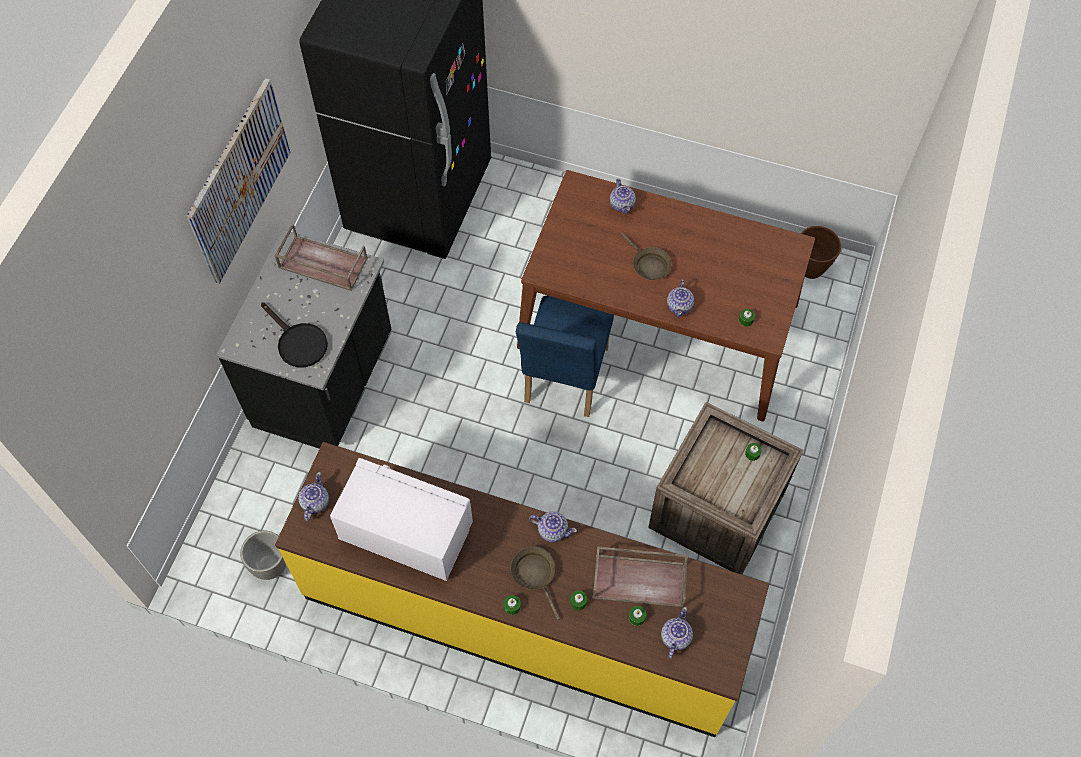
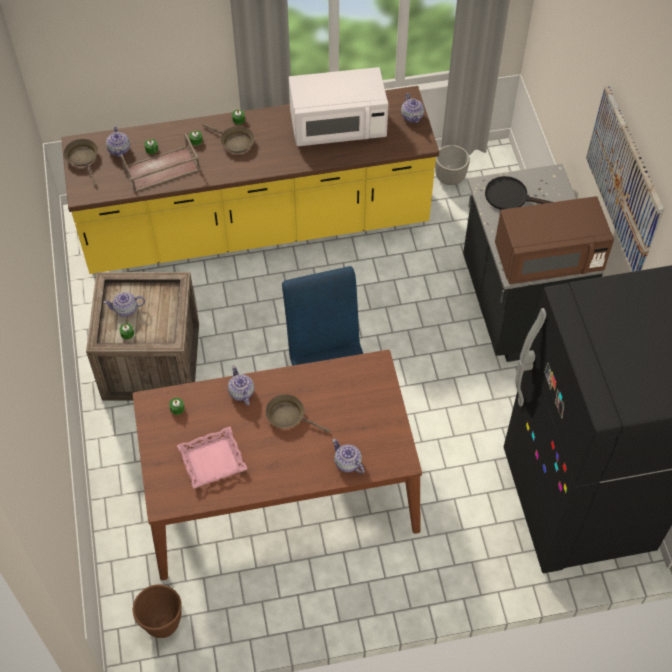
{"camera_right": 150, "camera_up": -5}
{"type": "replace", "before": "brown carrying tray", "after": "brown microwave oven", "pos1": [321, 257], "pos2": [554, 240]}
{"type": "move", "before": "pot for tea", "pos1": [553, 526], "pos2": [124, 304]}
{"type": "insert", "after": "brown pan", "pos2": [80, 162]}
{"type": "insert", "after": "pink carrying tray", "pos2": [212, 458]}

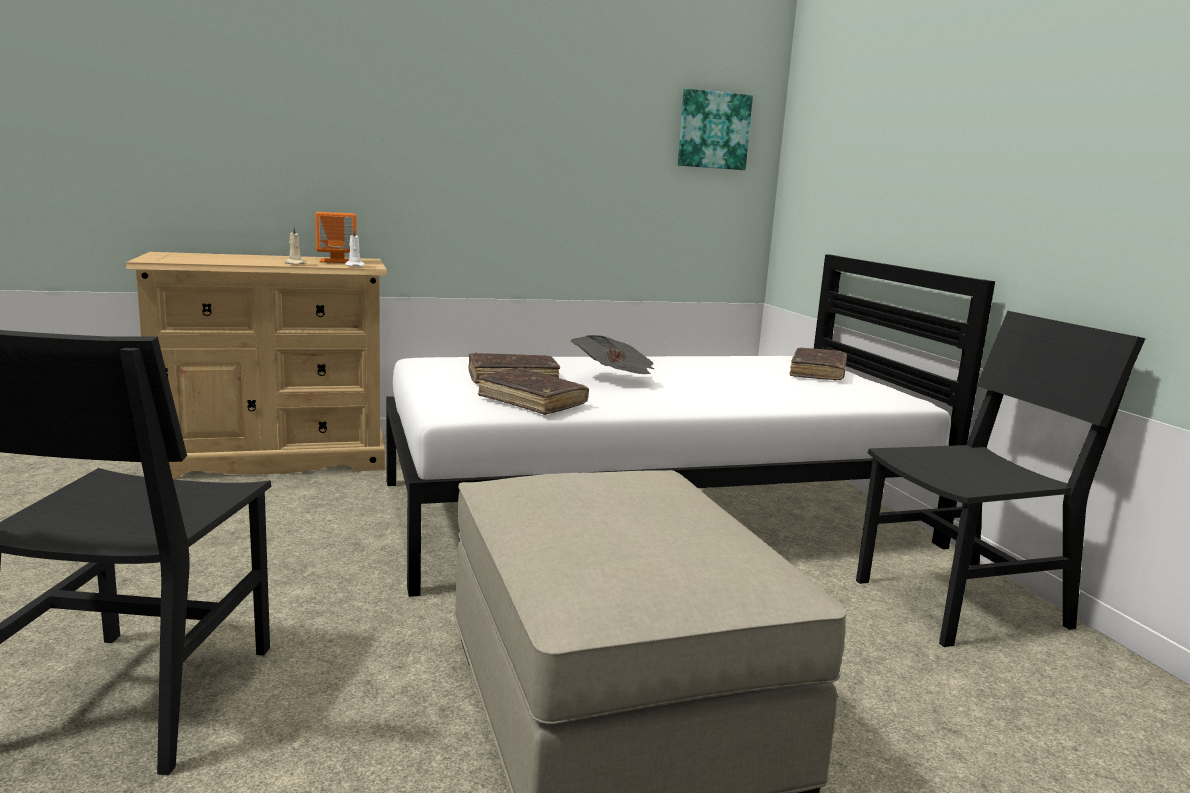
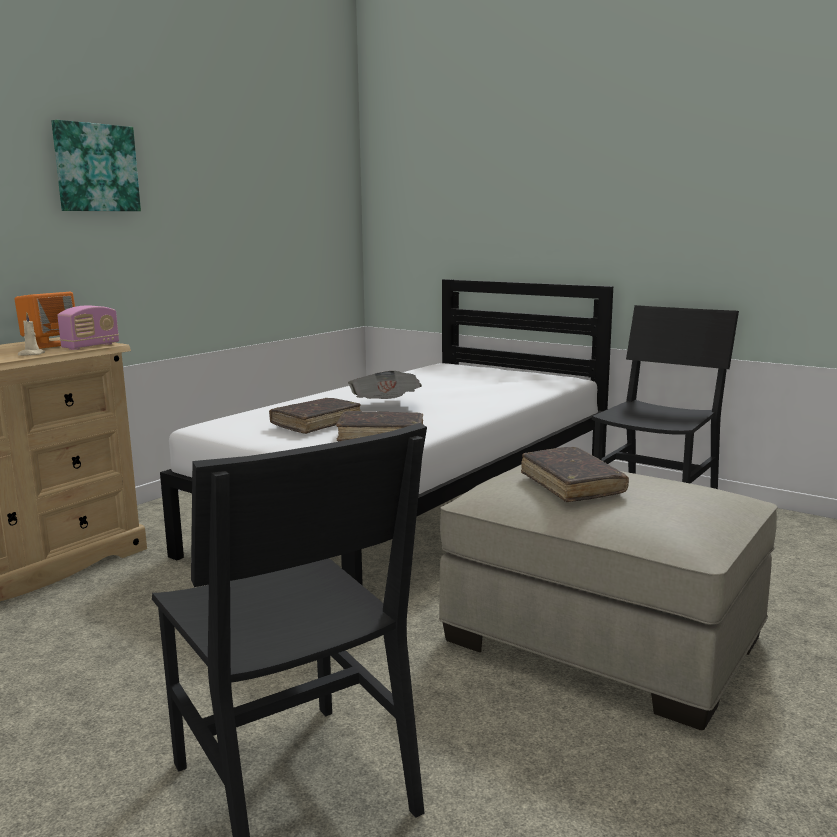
{"camera_right": -35, "camera_up": 0}
{"type": "replace", "before": "white-coloured candle", "after": "radio", "pos1": [355, 247], "pos2": [88, 327]}
{"type": "move", "before": "wall picture", "pos1": [715, 129], "pos2": [96, 165]}
{"type": "move", "before": "brown volume", "pos1": [818, 364], "pos2": [575, 474]}

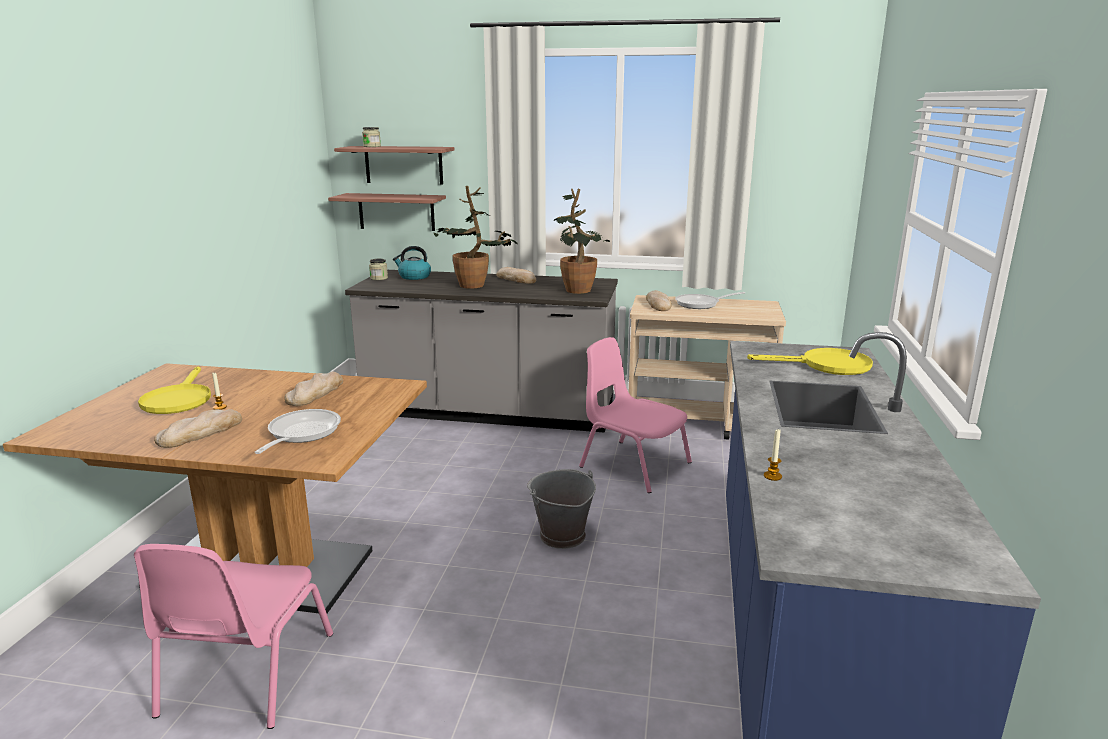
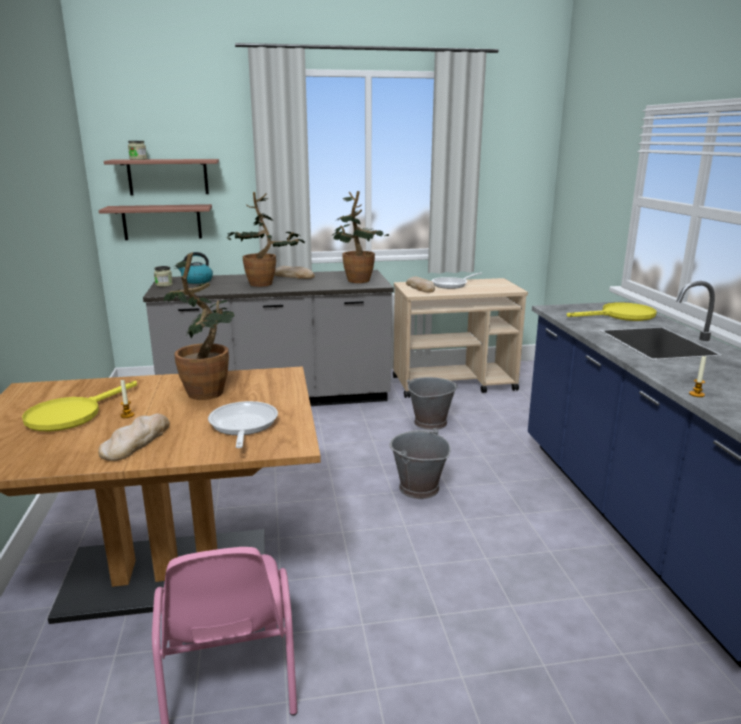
{"camera_right": -20, "camera_up": 0}
{"type": "rotate", "before": "yellow-coloured pan", "pos1": [174, 390], "pos2": [79, 406], "turn": 60}
{"type": "replace", "before": "bakery bread", "after": "plant in a pot", "pos1": [313, 389], "pos2": [199, 326]}
{"type": "replace", "before": "pink chair", "after": "gray bucket", "pos1": [635, 415], "pos2": [433, 403]}

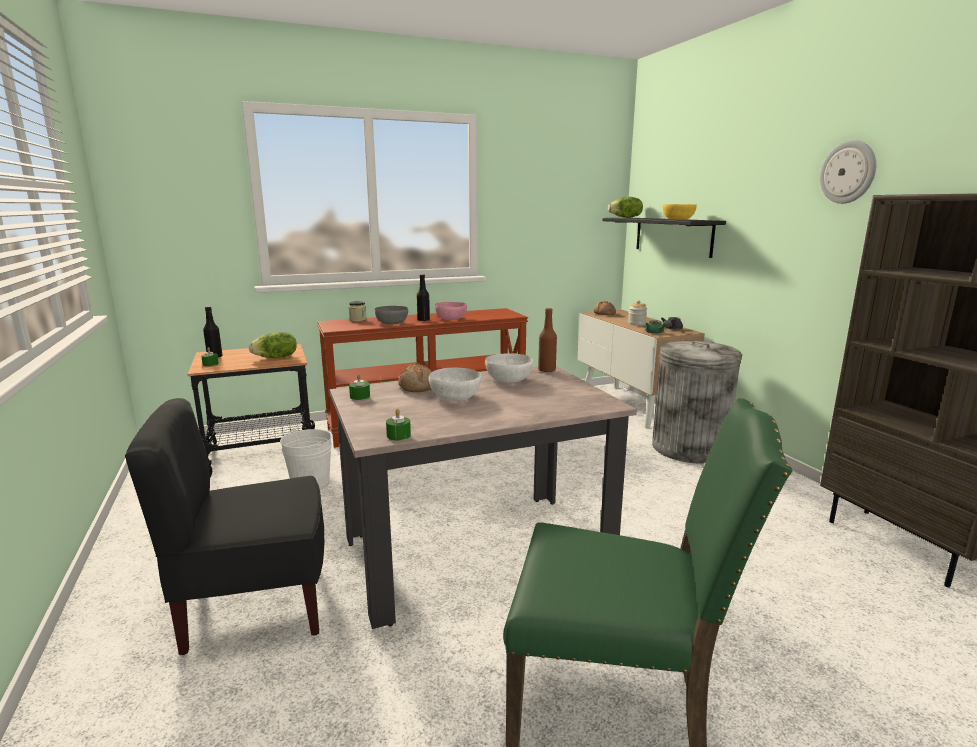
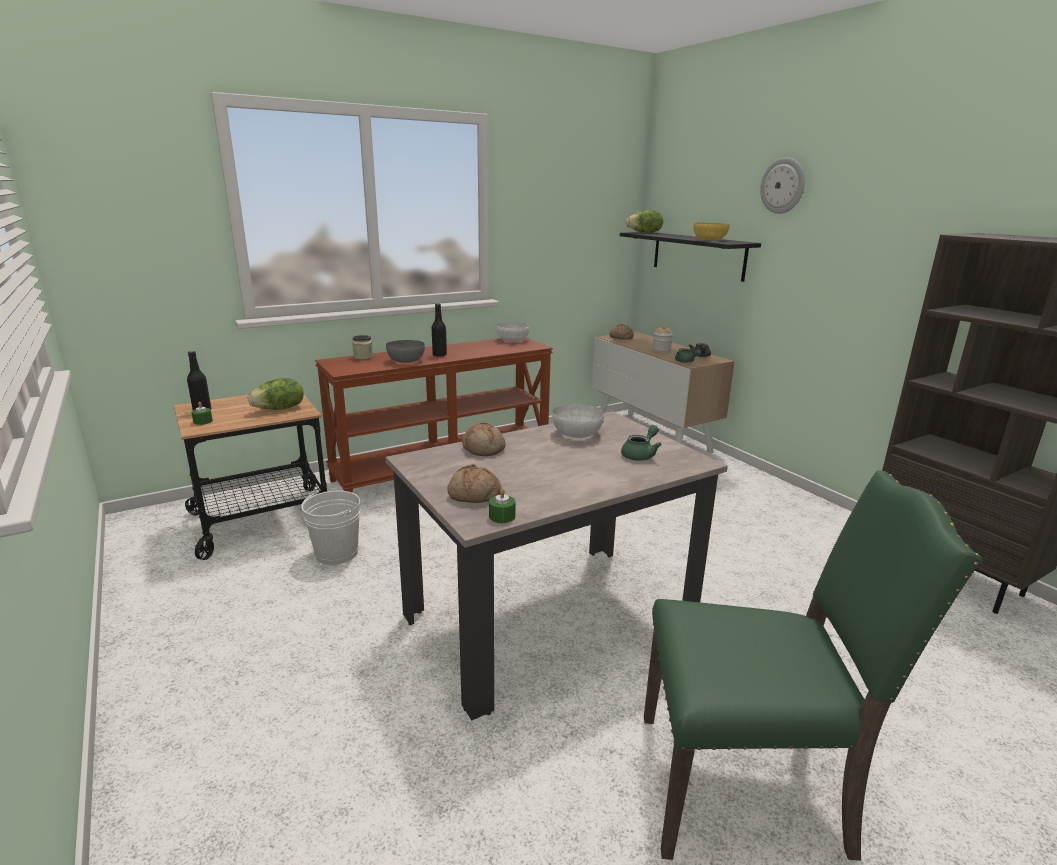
{"camera_right": -10, "camera_up": 5}
{"type": "delete", "before": "blackish chair", "pos1": [224, 526]}
{"type": "delete", "before": "greenish candle", "pos1": [359, 387]}
{"type": "move", "before": "white-coloured serving bowl", "pos1": [455, 384], "pos2": [513, 332]}
{"type": "delete", "before": "pink serving bowl", "pos1": [451, 311]}
{"type": "delete", "before": "brown beverage bottle", "pos1": [547, 340]}
{"type": "delete", "before": "gray waste bin", "pos1": [697, 402]}
{"type": "move", "before": "hanging clock", "pos1": [848, 172], "pos2": [782, 185]}
{"type": "insert", "after": "bakery bread", "pos2": [474, 483]}
{"type": "insert", "after": "greenish pot for tea", "pos2": [641, 443]}

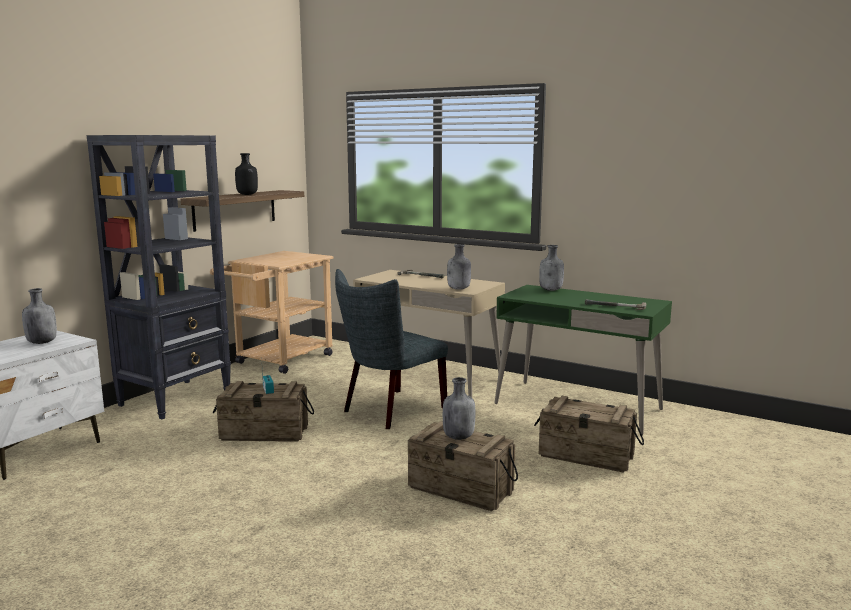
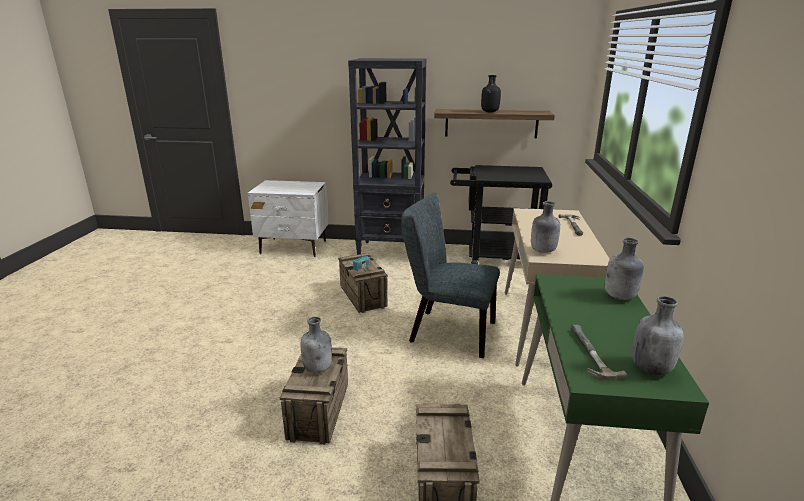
{"camera_right": 65, "camera_up": 10}
{"type": "move", "before": "gray beverage bottle", "pos1": [39, 316], "pos2": [658, 335]}
{"type": "recolor", "before": "beige wheeled cart", "after": "blackish wheeled cart", "pos1": [271, 312], "pos2": [501, 214]}

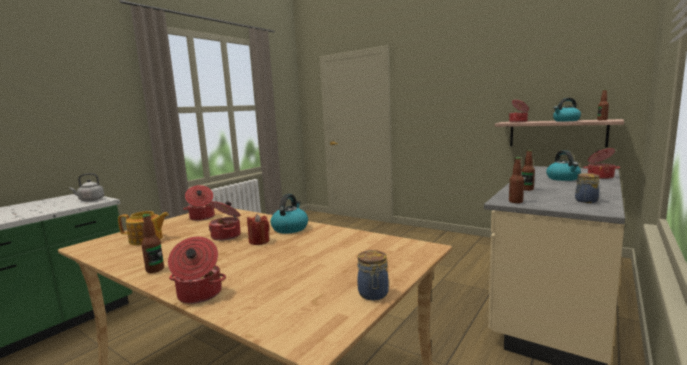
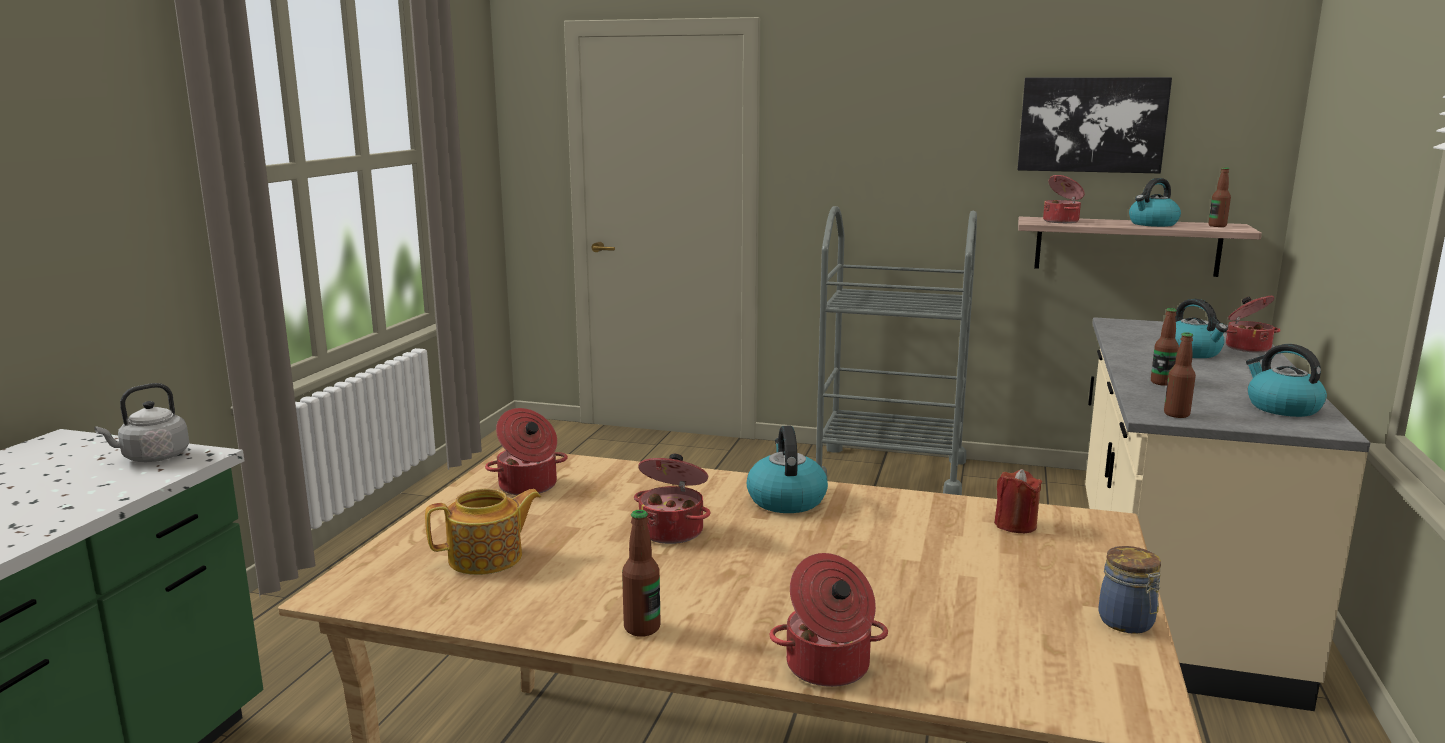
{"camera_right": -20, "camera_up": 5}
{"type": "move", "before": "reddish candle", "pos1": [258, 229], "pos2": [1018, 501]}
{"type": "replace", "before": "storage jar", "after": "kettle", "pos1": [587, 188], "pos2": [1286, 380]}
{"type": "insert", "after": "gray wheeled cart", "pos2": [896, 350]}
{"type": "insert", "after": "wall picture", "pos2": [1095, 125]}

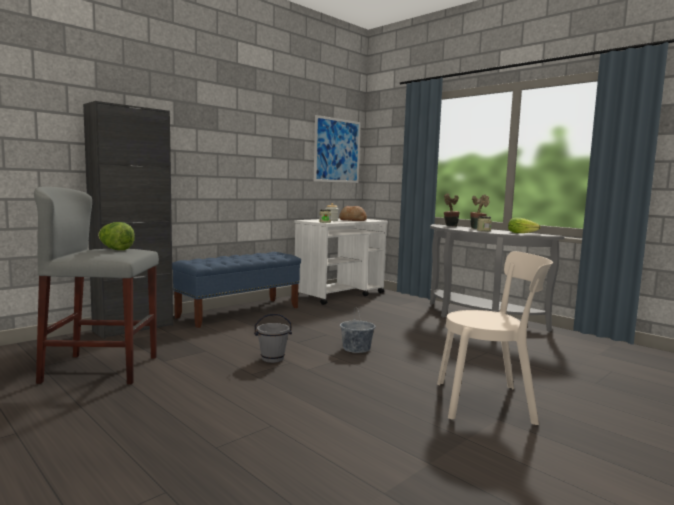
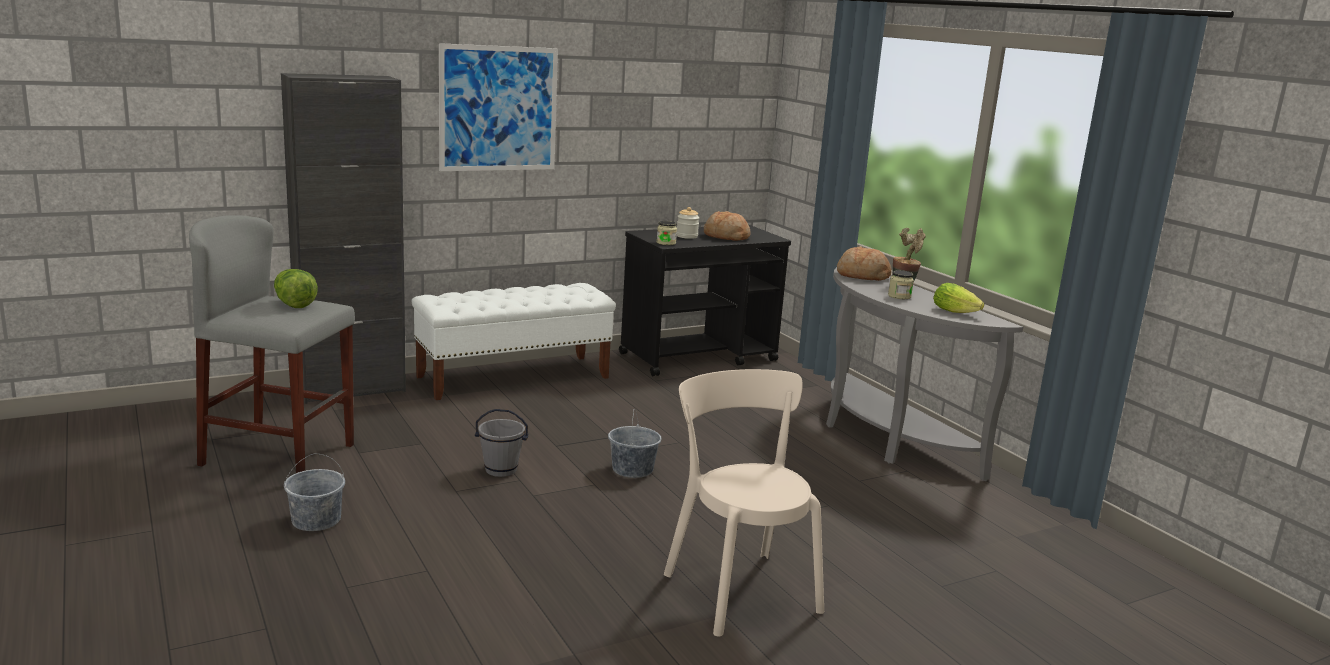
{"camera_right": 15, "camera_up": 10}
{"type": "recolor", "before": "blue-coloured indoor bench", "after": "white-coloured indoor bench", "pos1": [236, 290], "pos2": [514, 341]}
{"type": "recolor", "before": "white-coloured wheeled cart", "after": "blackish wheeled cart", "pos1": [341, 262], "pos2": [705, 300]}
{"type": "move", "before": "wall picture", "pos1": [337, 149], "pos2": [498, 107]}
{"type": "rotate", "before": "beige chair", "pos1": [495, 338], "pos2": [744, 503], "turn": -135}
{"type": "replace", "before": "plant in a pot", "after": "bakery bread", "pos1": [452, 210], "pos2": [864, 263]}
{"type": "insert", "after": "gray bucket", "pos2": [314, 492]}

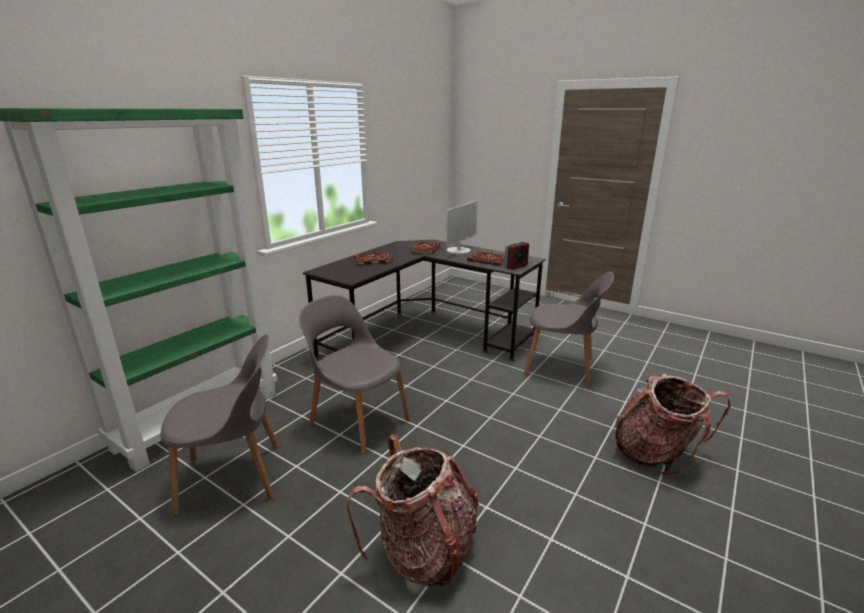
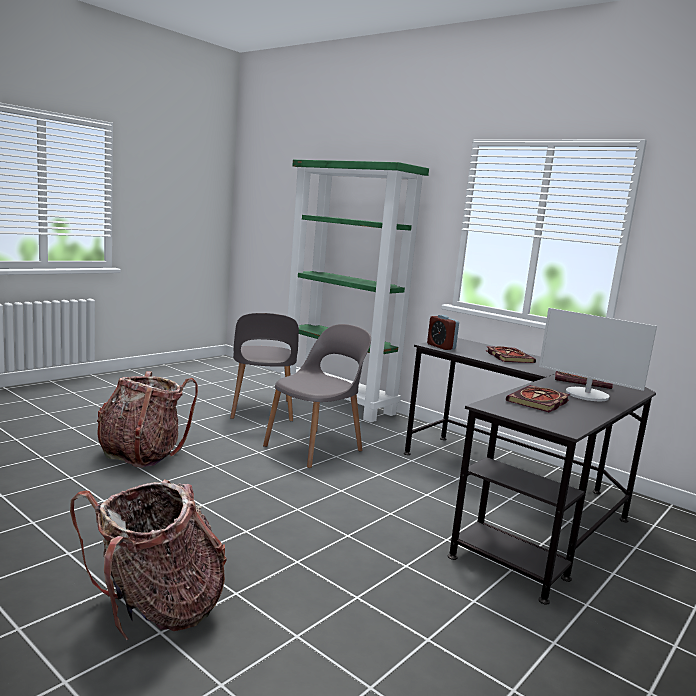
{"camera_right": 95, "camera_up": -10}
{"type": "move", "before": "table clock", "pos1": [516, 255], "pos2": [443, 332]}
{"type": "delete", "before": "gray chair", "pos1": [569, 329]}

